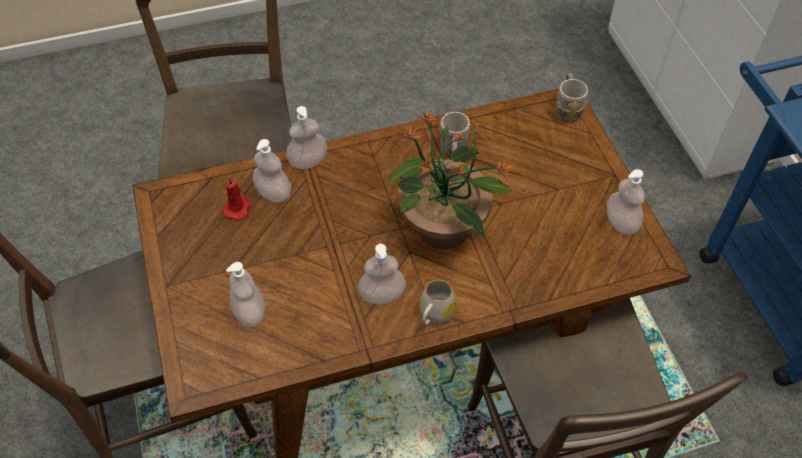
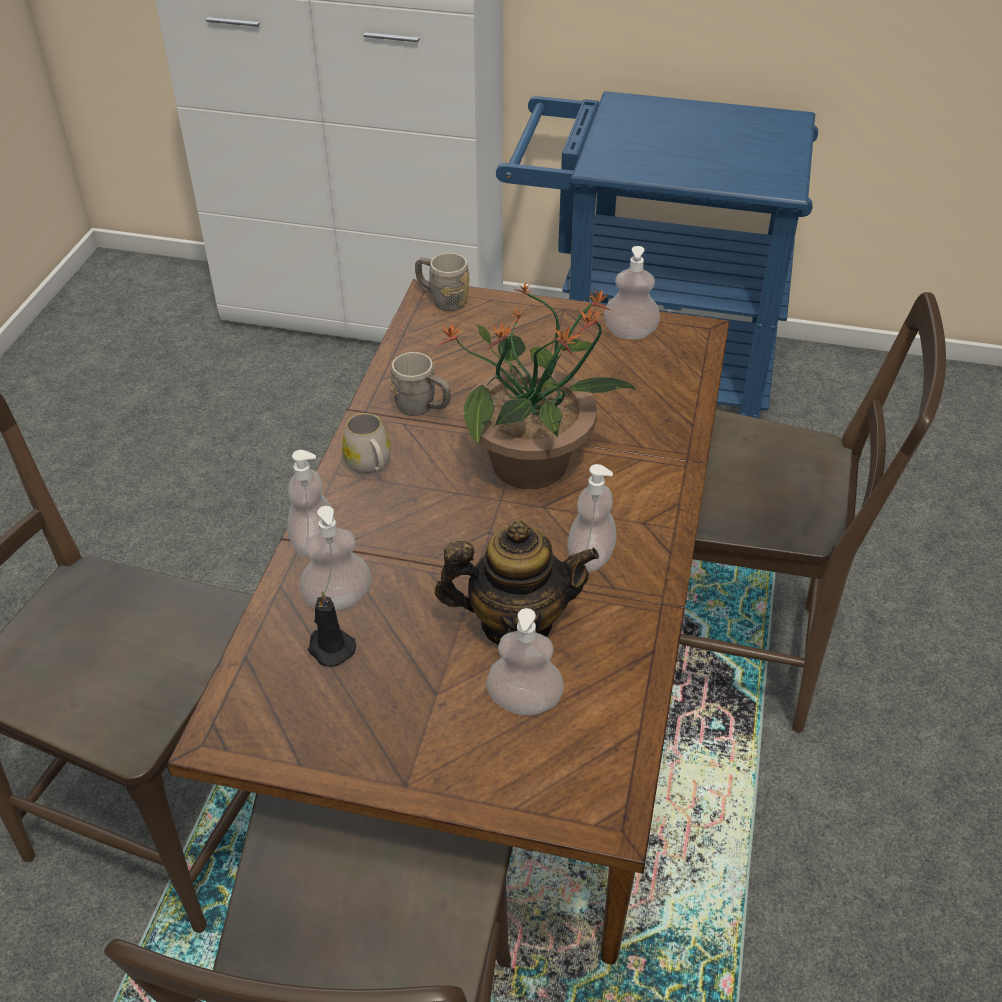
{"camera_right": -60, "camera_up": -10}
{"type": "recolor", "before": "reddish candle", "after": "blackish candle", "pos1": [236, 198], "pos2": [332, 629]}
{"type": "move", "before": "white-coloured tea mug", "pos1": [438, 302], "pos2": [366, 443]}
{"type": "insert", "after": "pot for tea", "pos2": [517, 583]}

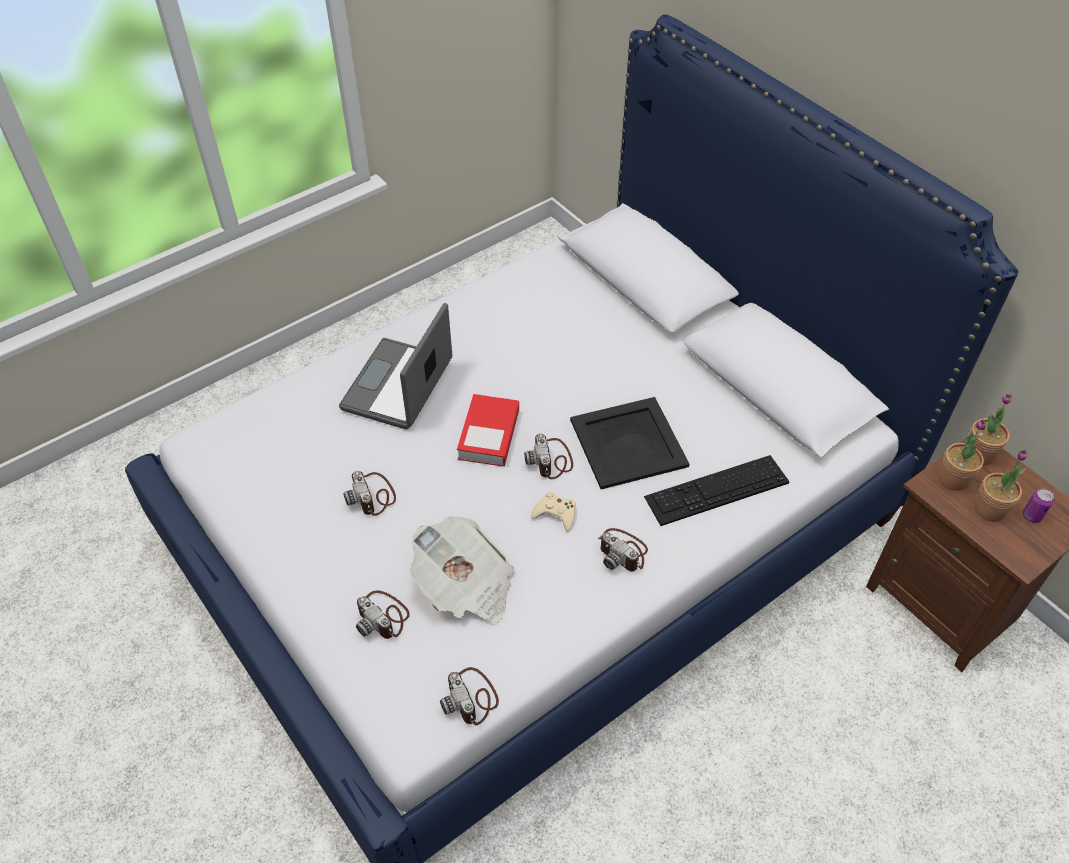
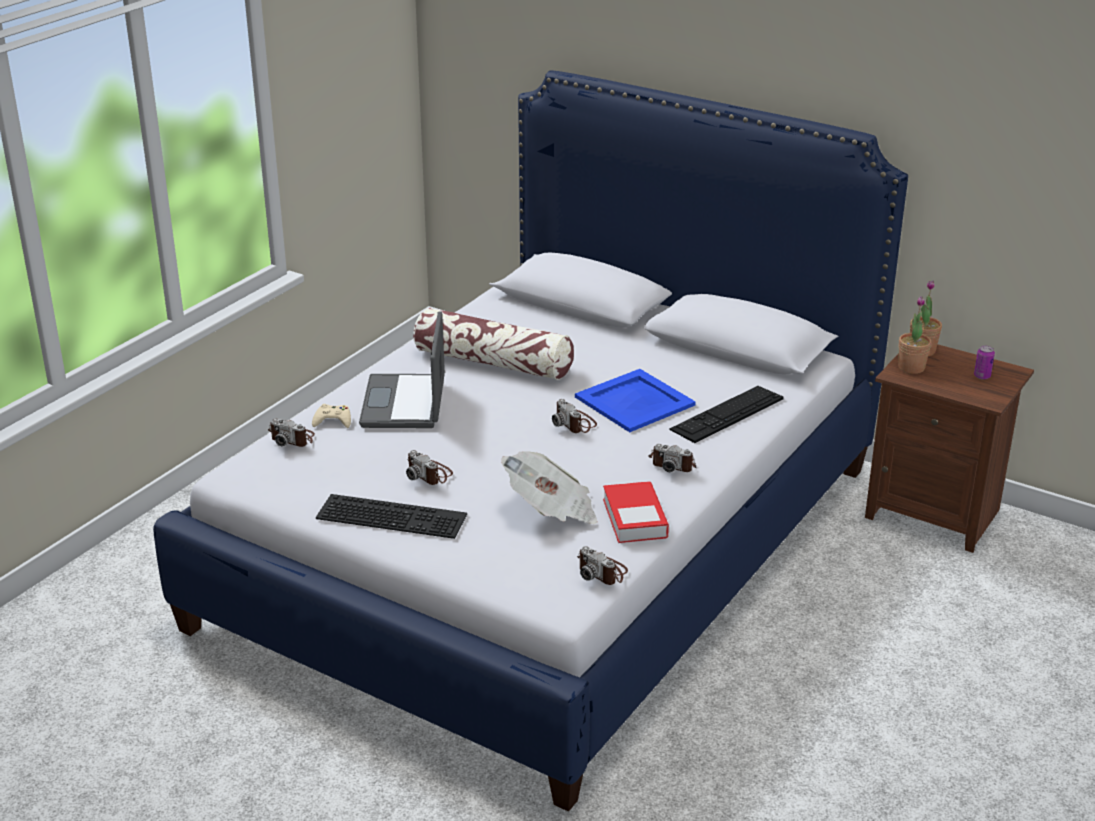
{"camera_right": -20, "camera_up": -20}
{"type": "move", "before": "photo camera", "pos1": [383, 614], "pos2": [291, 432]}
{"type": "move", "before": "volume", "pos1": [488, 430], "pos2": [636, 512]}
{"type": "move", "before": "beige joypad", "pos1": [553, 512], "pos2": [331, 416]}
{"type": "recolor", "before": "blackish carrying tray", "after": "blue-coloured carrying tray", "pos1": [629, 443], "pos2": [635, 400]}
{"type": "delete", "before": "plant in a pot", "pos1": [1000, 486]}
{"type": "insert", "after": "PC keyboard", "pos2": [391, 516]}
{"type": "insert", "after": "pillow", "pos2": [493, 344]}

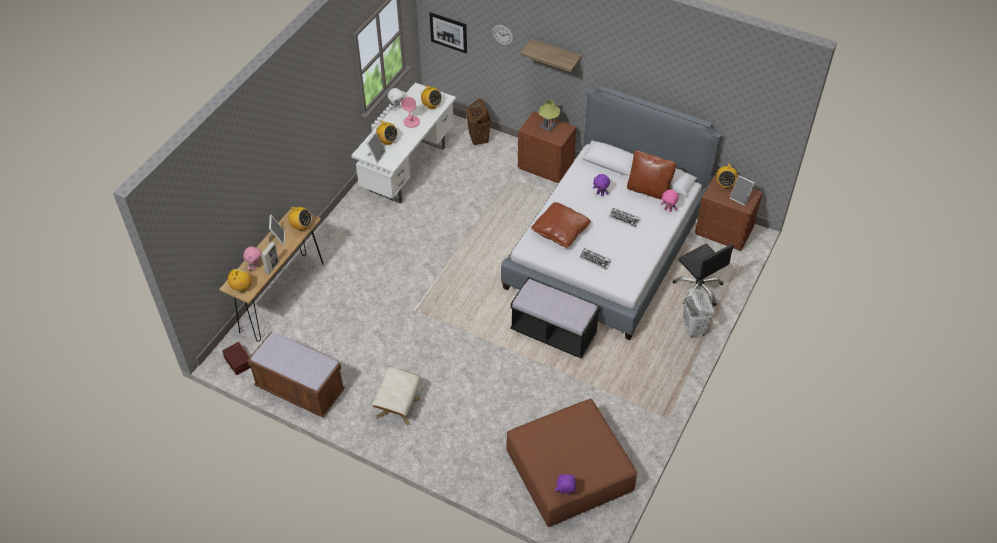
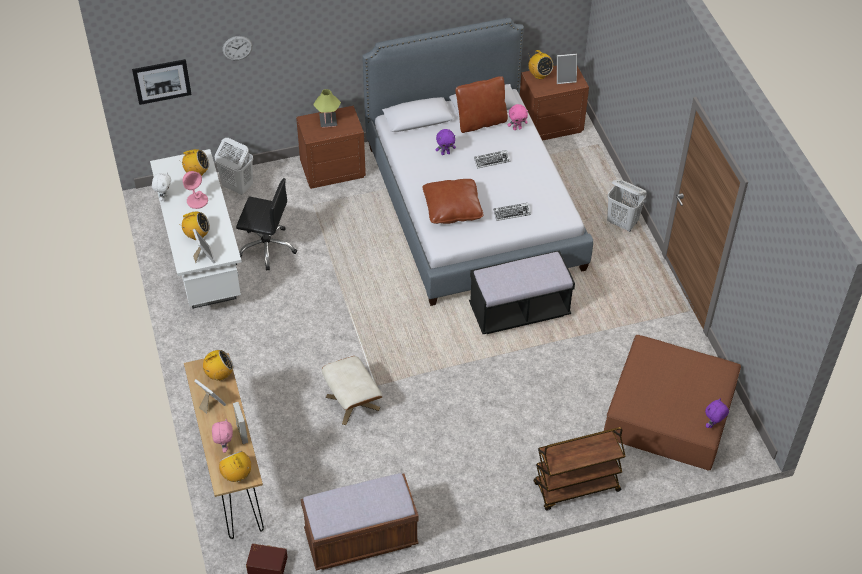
{"camera_right": -45, "camera_up": 0}
{"type": "move", "before": "beige pouffe", "pos1": [396, 396], "pos2": [352, 390]}
{"type": "recolor", "before": "brown washing basket", "after": "white-coloured washing basket", "pos1": [478, 122], "pos2": [234, 166]}
{"type": "delete", "before": "shelf", "pos1": [551, 55]}
{"type": "move", "before": "blackish desk chair", "pos1": [703, 275], "pos2": [266, 224]}
{"type": "insert", "after": "brown wheeled cart", "pos2": [579, 469]}

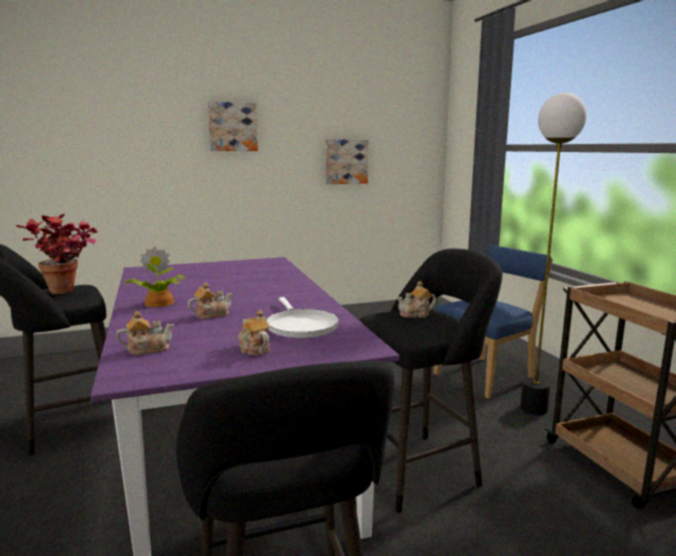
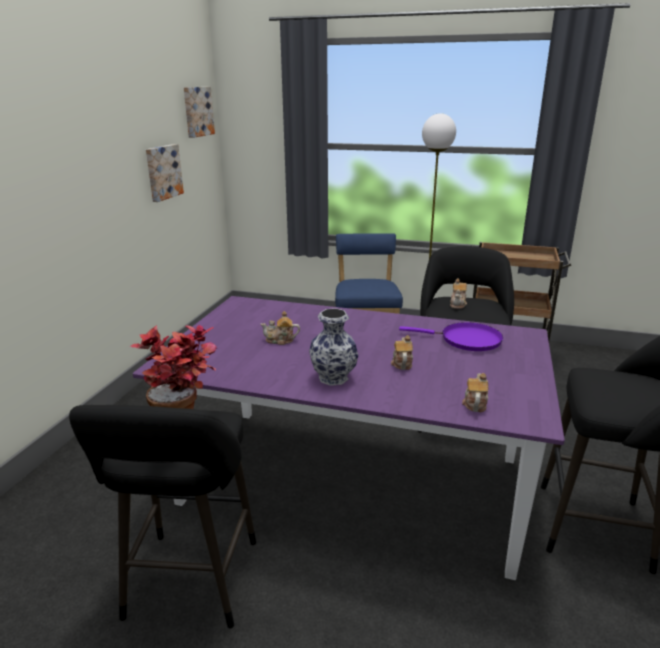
{"camera_right": -55, "camera_up": 10}
{"type": "replace", "before": "plant in a pot", "after": "flower vase", "pos1": [155, 277], "pos2": [333, 347]}
{"type": "move", "before": "wall picture", "pos1": [233, 126], "pos2": [199, 112]}
{"type": "move", "before": "pot for tea", "pos1": [254, 332], "pos2": [280, 328]}
{"type": "recolor", "before": "white-coloured pan", "after": "purple-coloured pan", "pos1": [303, 317], "pos2": [451, 336]}

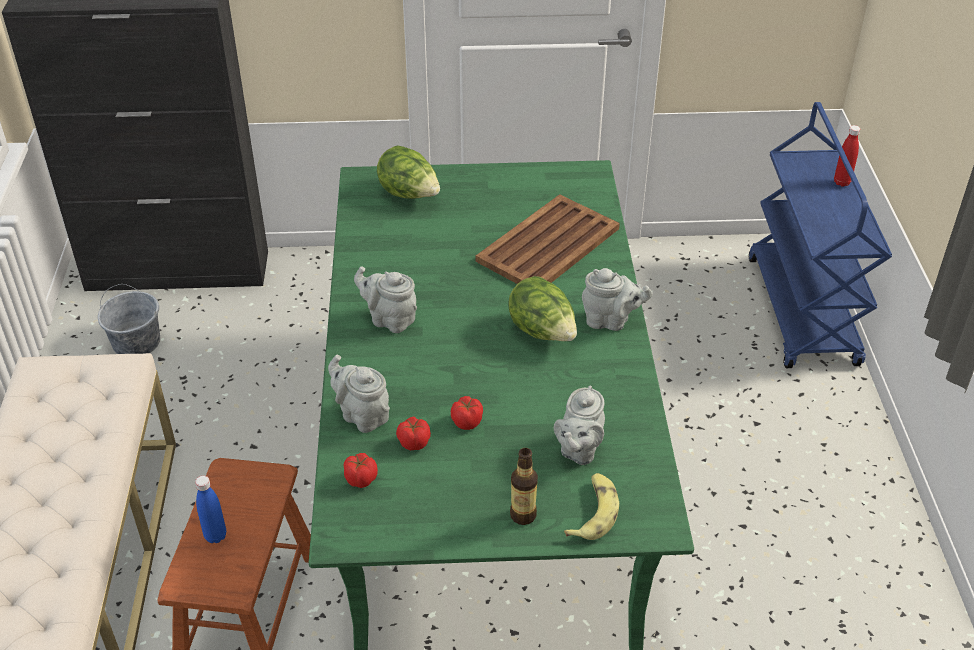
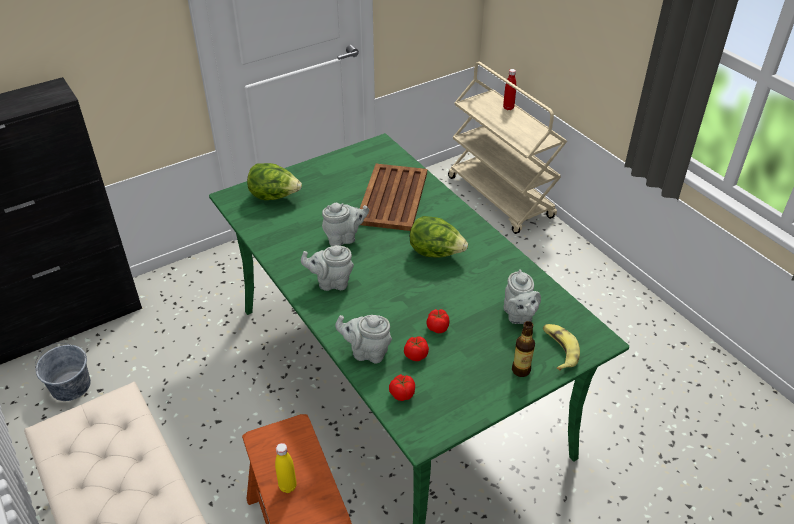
{"camera_right": -30, "camera_up": 0}
{"type": "recolor", "before": "blue-coloured beverage bottle", "after": "yellow-coloured beverage bottle", "pos1": [210, 509], "pos2": [286, 468]}
{"type": "move", "before": "gray pot for tea", "pos1": [617, 299], "pos2": [345, 224]}
{"type": "recolor", "before": "blue-coloured wheeled cart", "after": "beige wheeled cart", "pos1": [820, 235], "pos2": [507, 148]}

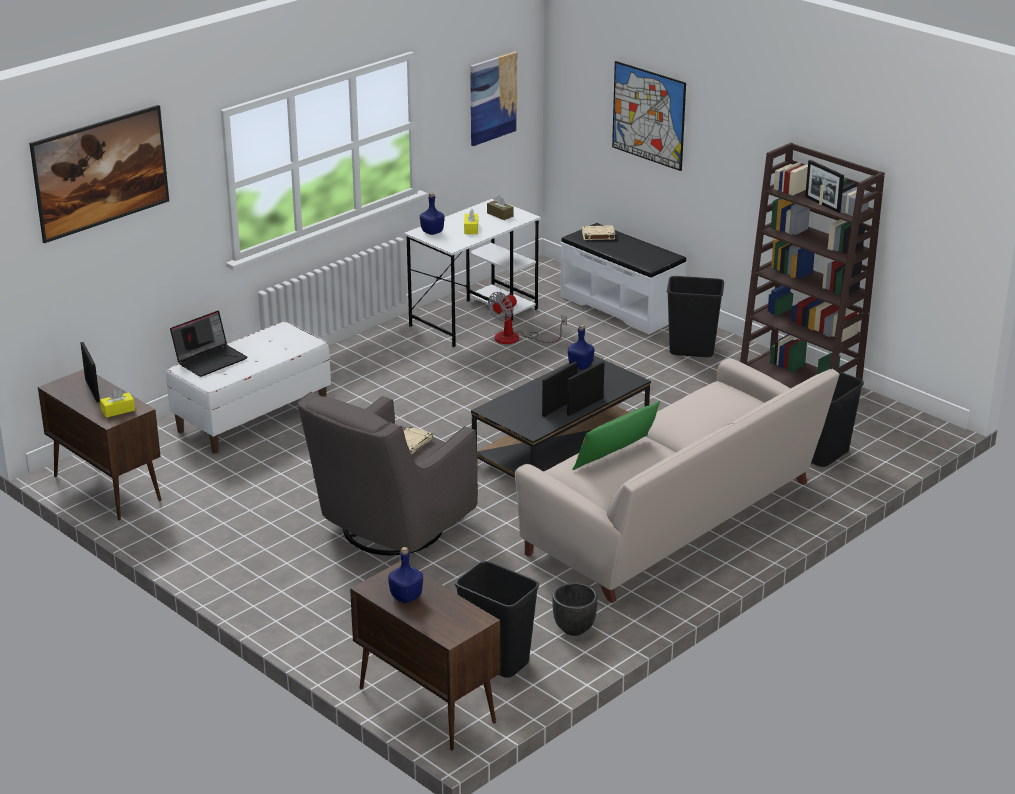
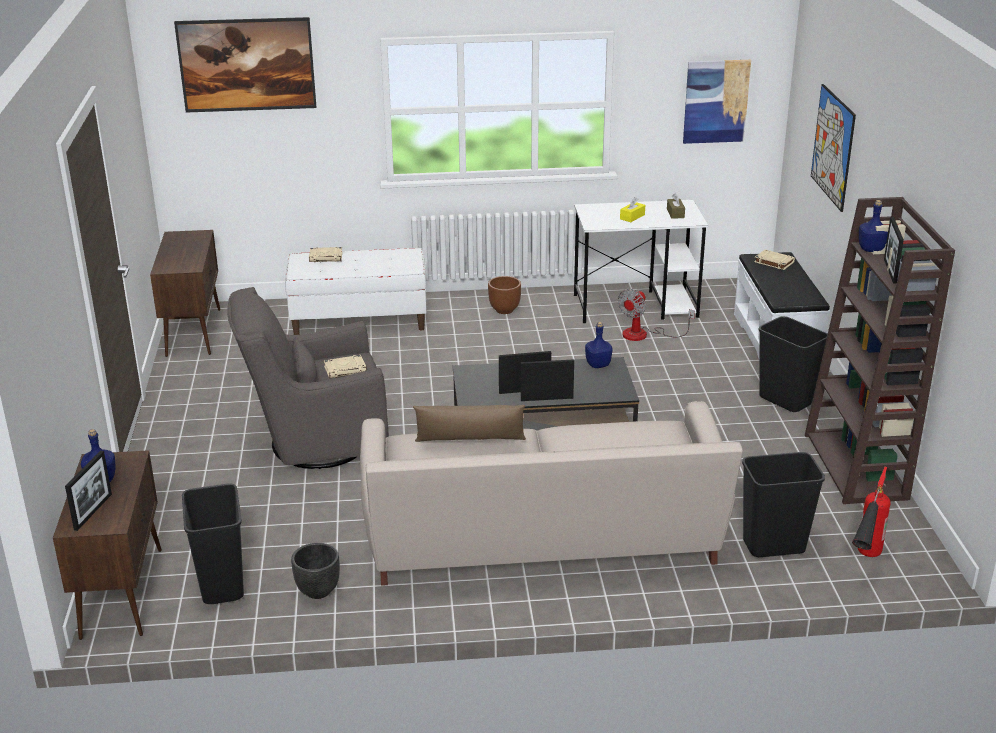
{"camera_right": 40, "camera_up": 0}
{"type": "move", "before": "picture frame", "pos1": [90, 372], "pos2": [88, 491]}
{"type": "delete", "before": "yellow-coloured tissue holder", "pos1": [117, 403]}
{"type": "replace", "before": "portable computer", "after": "beige volume", "pos1": [209, 343], "pos2": [325, 254]}
{"type": "move", "before": "blue-coloured beverage bottle", "pos1": [432, 214], "pos2": [873, 226]}
{"type": "rotate", "before": "electric fan", "pos1": [527, 318], "pos2": [656, 315], "turn": -45}
{"type": "recolor", "before": "greenish pillow", "after": "brown pillow", "pos1": [616, 435], "pos2": [469, 423]}
{"type": "insert", "after": "brown flower pot", "pos2": [504, 295]}
{"type": "insert", "after": "fire-fighting cylinder", "pos2": [871, 512]}

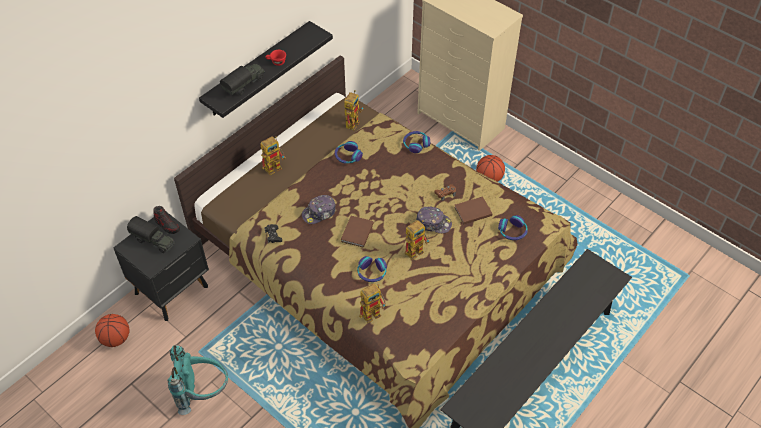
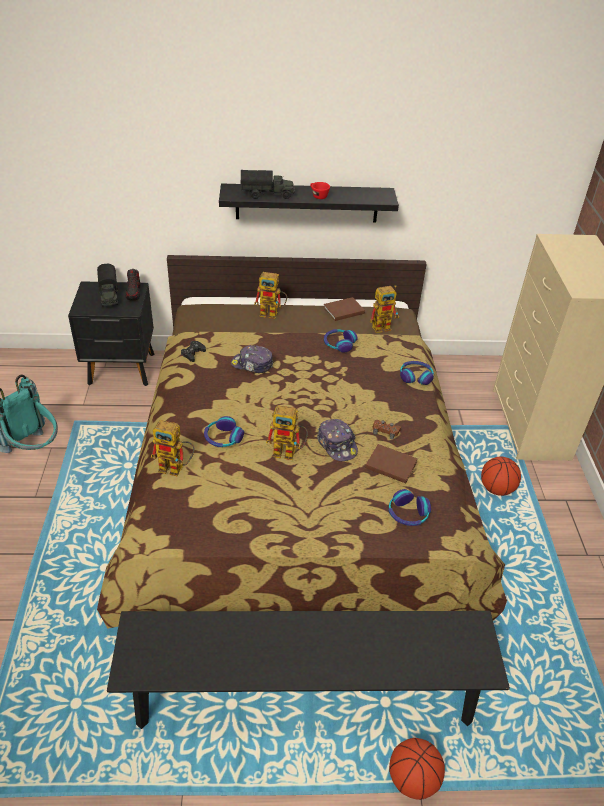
{"camera_right": 45, "camera_up": -10}
{"type": "move", "before": "ball for basketball", "pos1": [112, 330], "pos2": [417, 769]}
{"type": "move", "before": "brown volume", "pos1": [357, 232], "pos2": [344, 309]}

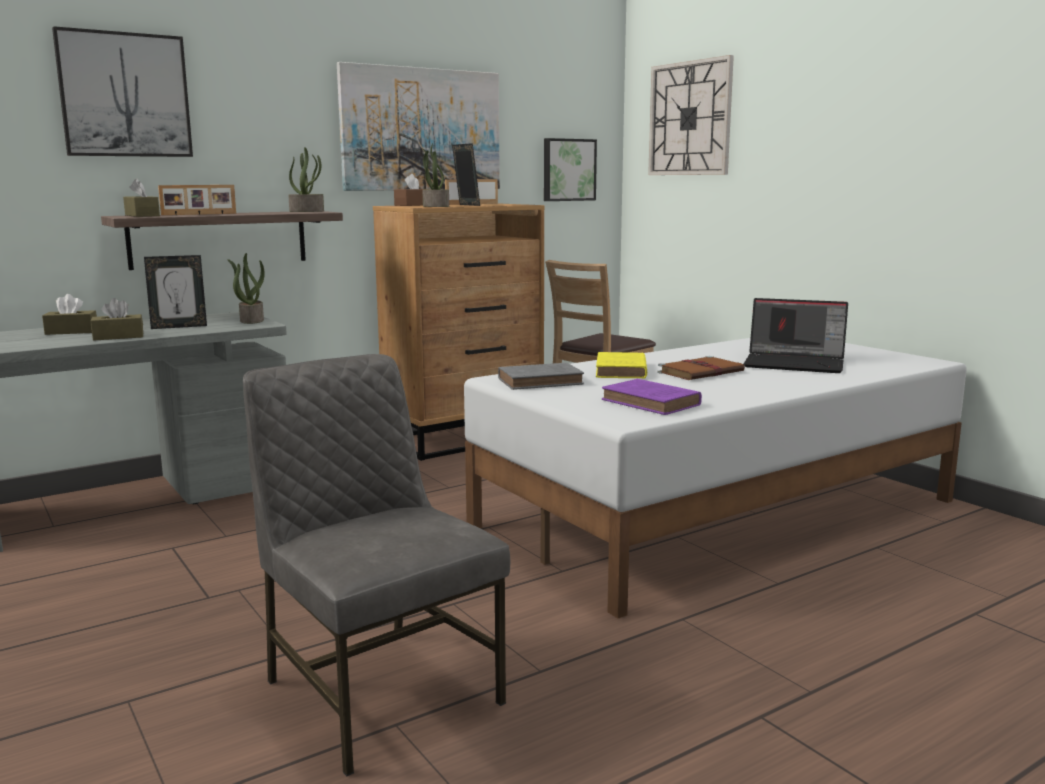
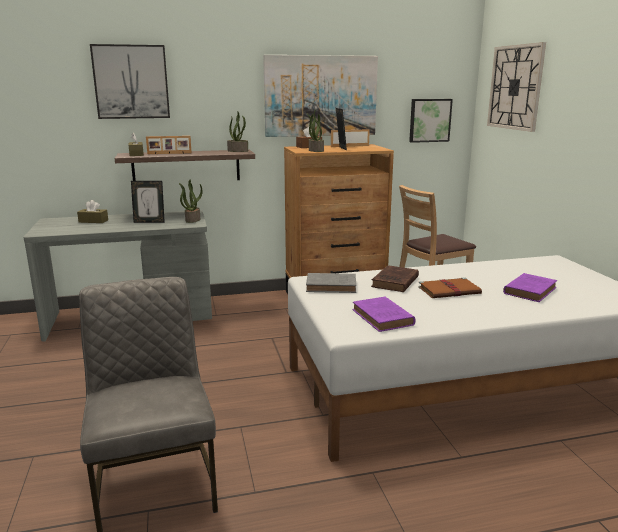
{"camera_right": 20, "camera_up": 5}
{"type": "delete", "before": "brown tissue holder", "pos1": [117, 319]}
{"type": "recolor", "before": "yellow-coloured volume", "after": "brown volume", "pos1": [621, 365], "pos2": [395, 278]}
{"type": "replace", "before": "portable computer", "after": "purple-coloured volume", "pos1": [796, 335], "pos2": [530, 287]}

